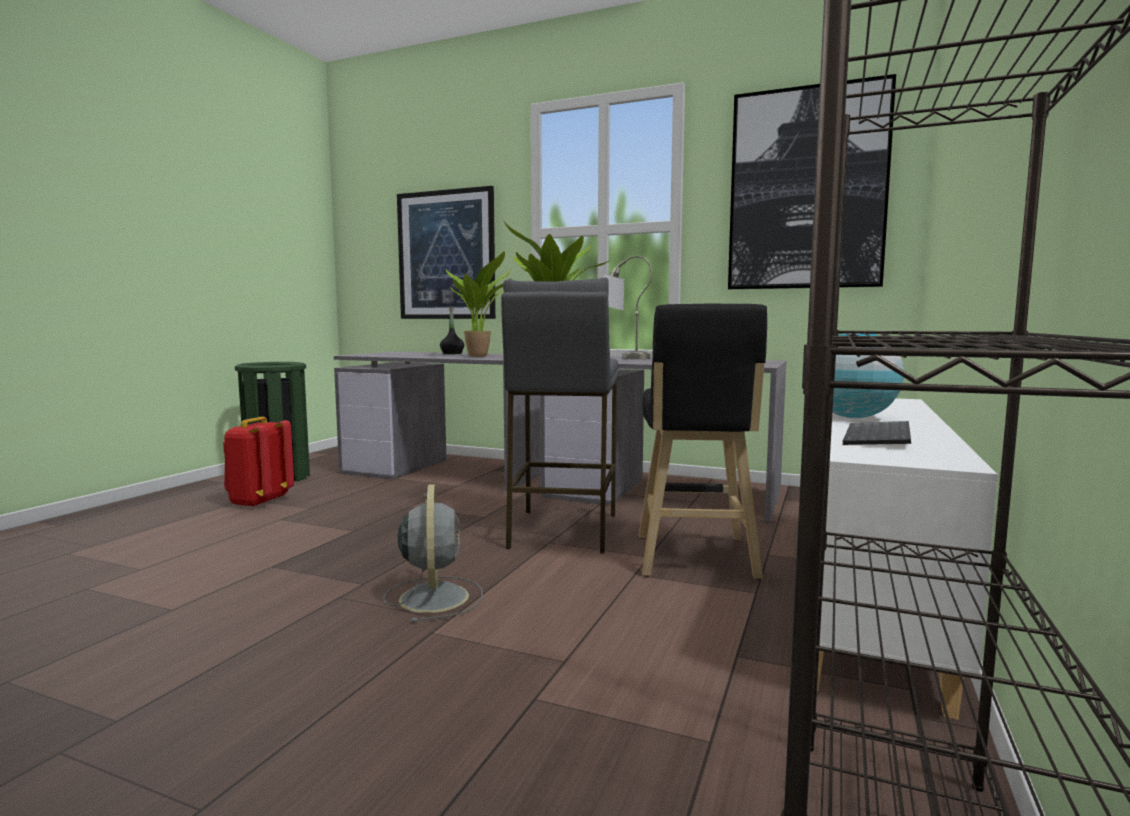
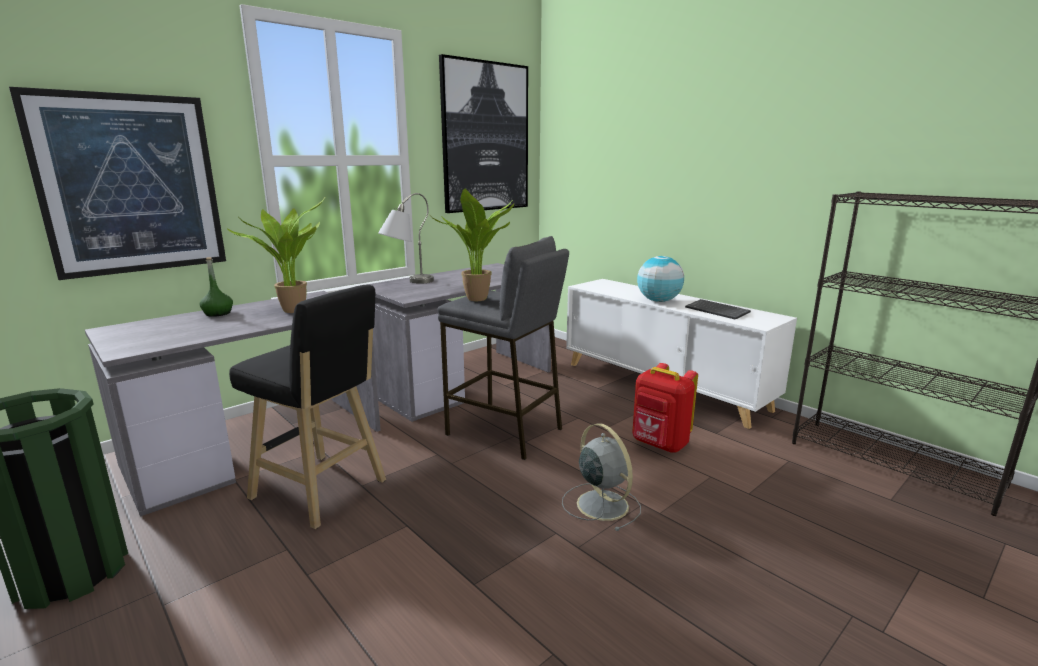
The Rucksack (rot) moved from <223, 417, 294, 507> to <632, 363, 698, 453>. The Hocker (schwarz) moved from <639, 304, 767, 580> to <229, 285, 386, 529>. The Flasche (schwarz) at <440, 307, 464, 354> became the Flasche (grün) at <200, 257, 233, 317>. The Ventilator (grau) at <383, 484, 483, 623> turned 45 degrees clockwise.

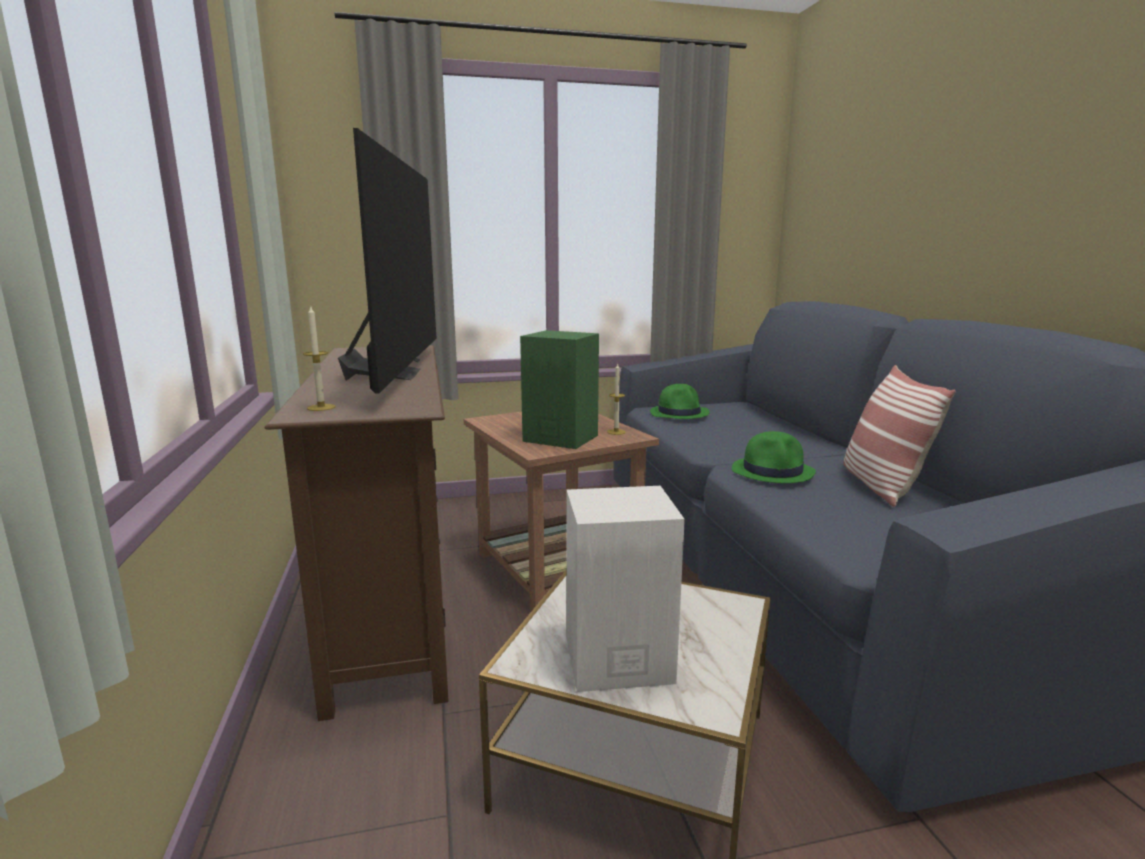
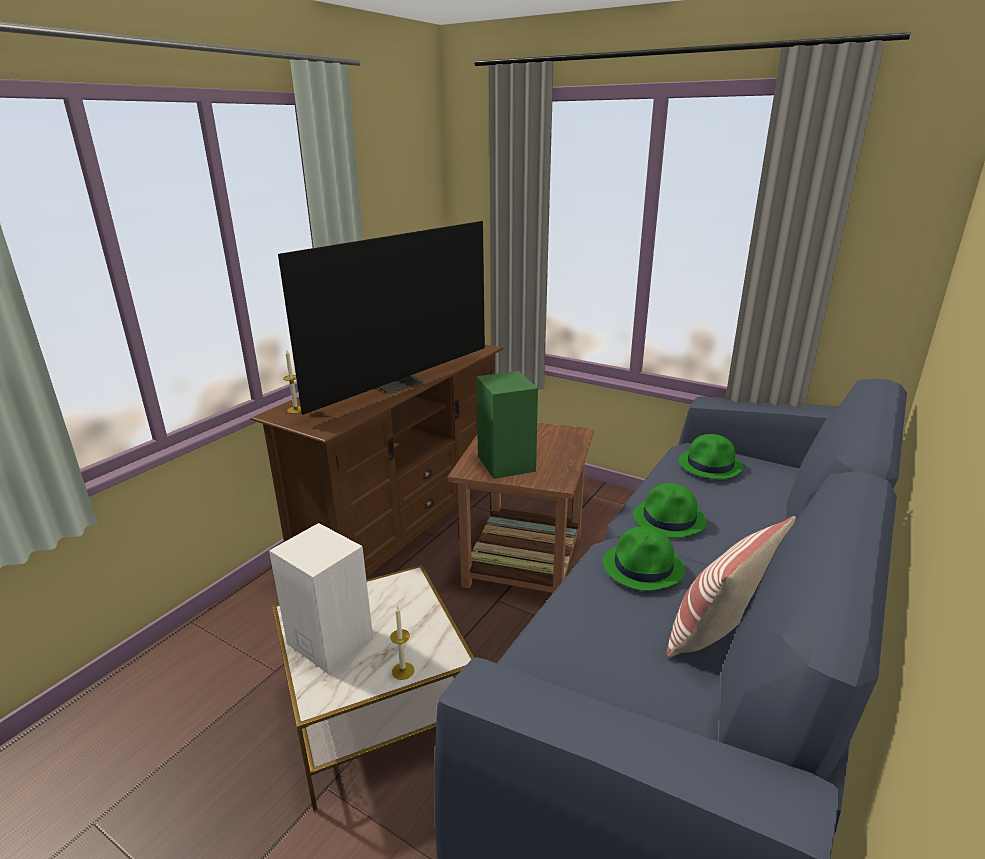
The Hut (grün) at <633, 483, 707, 538> appeared. The Kerze moved from <607, 364, 626, 435> to <390, 606, 414, 680>.

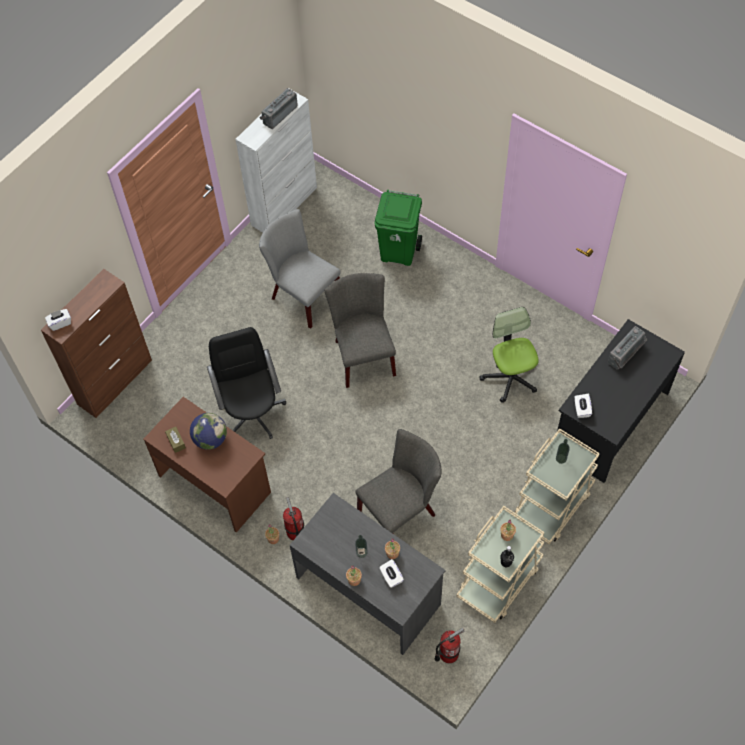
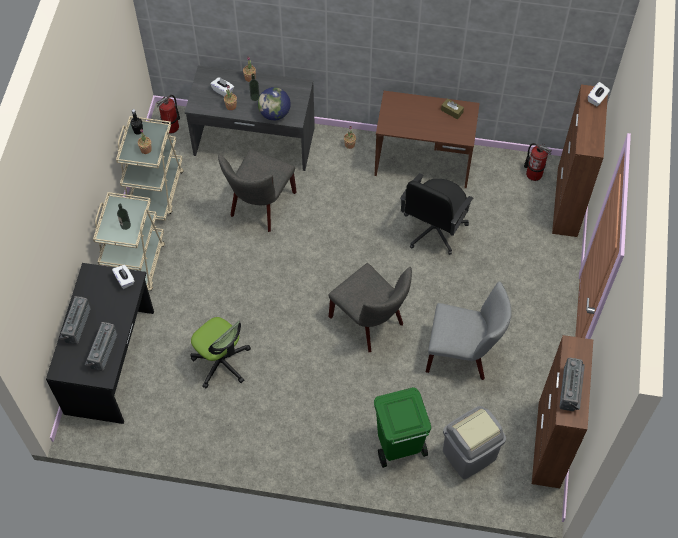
The Radio at <59, 296, 91, 345> appeared. The Mülleimer (grau) at <443, 406, 506, 479> appeared. The Globus moved from <190, 413, 227, 450> to <258, 87, 291, 120>. The Feuerlöscher moved from <283, 497, 304, 540> to <524, 143, 552, 181>. The Schrank (weiß) at <235, 89, 317, 233> became the Schrank (braun) at <532, 335, 593, 488>. The Bürostuhl (schwarz) at <207, 327, 286, 439> turned 75 degrees clockwise.

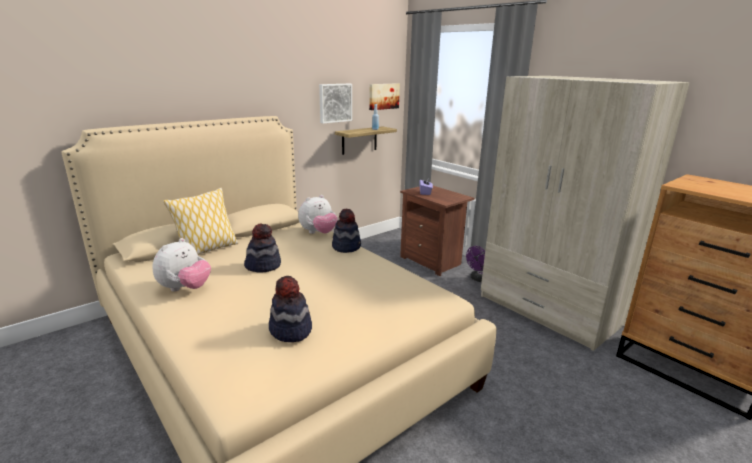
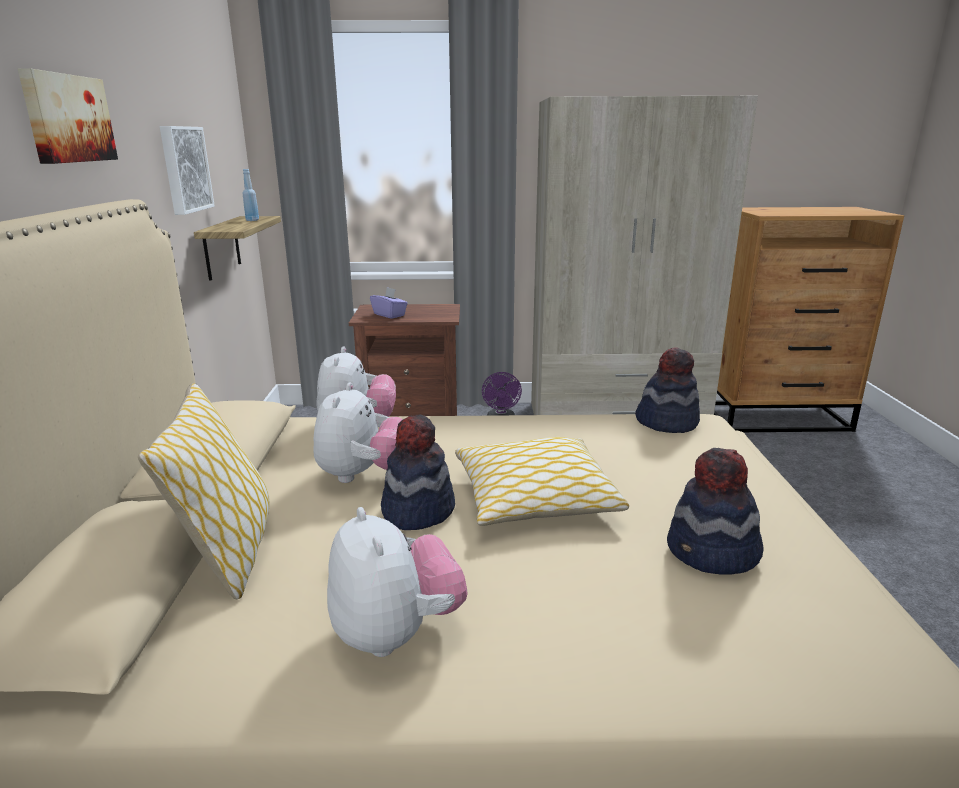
The Plüschtier at <313, 382, 403, 483> appeared. The Kissen at <455, 437, 629, 526> appeared. The Hut moved from <332, 209, 361, 253> to <635, 347, 700, 433>. The Bild moved from <369, 83, 400, 110> to <18, 68, 118, 164>.

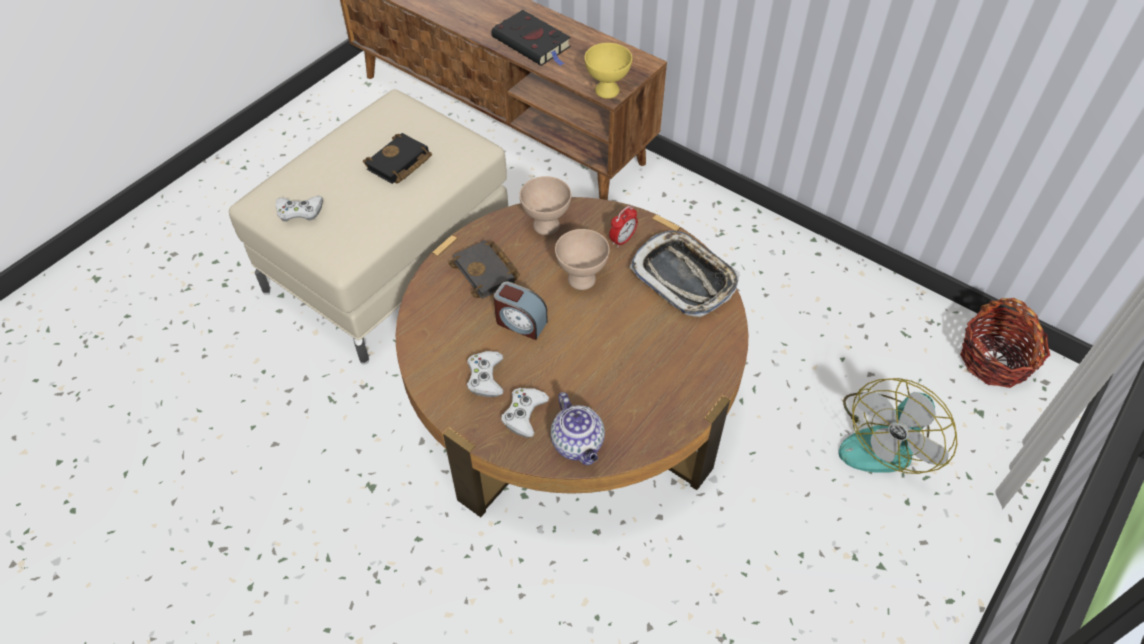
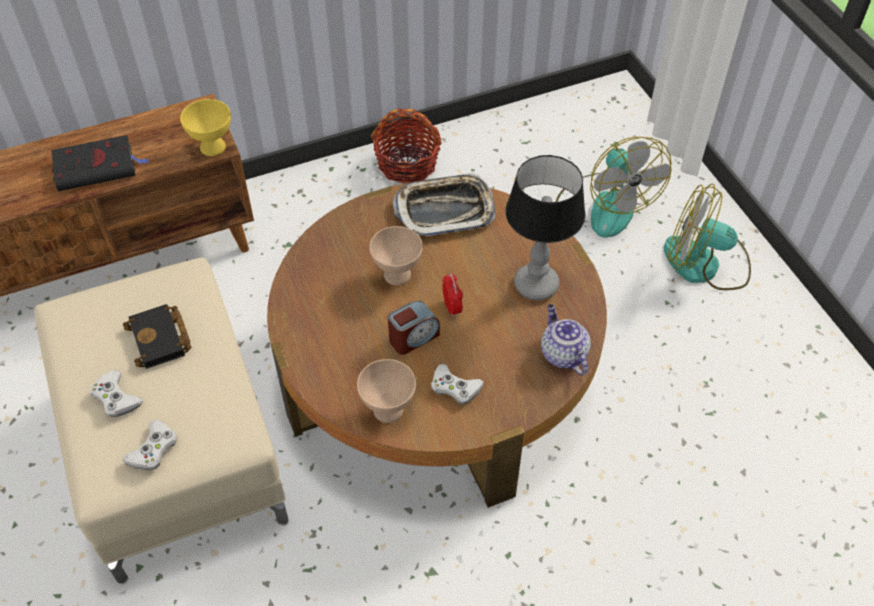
The Buch (schwarz) at <449, 240, 520, 299> disappeared. The Tischlampe at <505, 155, 585, 301> appeared. The Ventilator at <664, 183, 751, 290> appeared. The Gamepad (weiß) moved from <501, 388, 549, 438> to <90, 370, 143, 417>. The Schüssel (beige) moved from <519, 176, 571, 235> to <357, 359, 416, 423>. The Wecker moved from <609, 206, 638, 248> to <442, 273, 463, 318>. The Korb moved from <960, 298, 1050, 388> to <371, 109, 442, 184>. The Teekanne at <550, 392, 605, 465> turned 120 degrees counterclockwise.

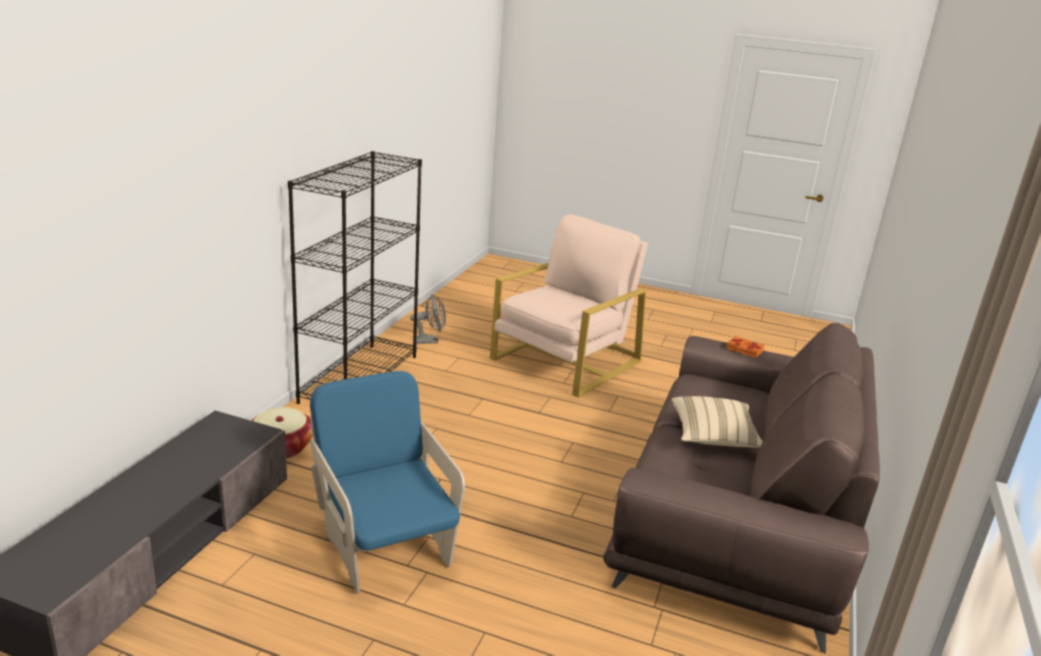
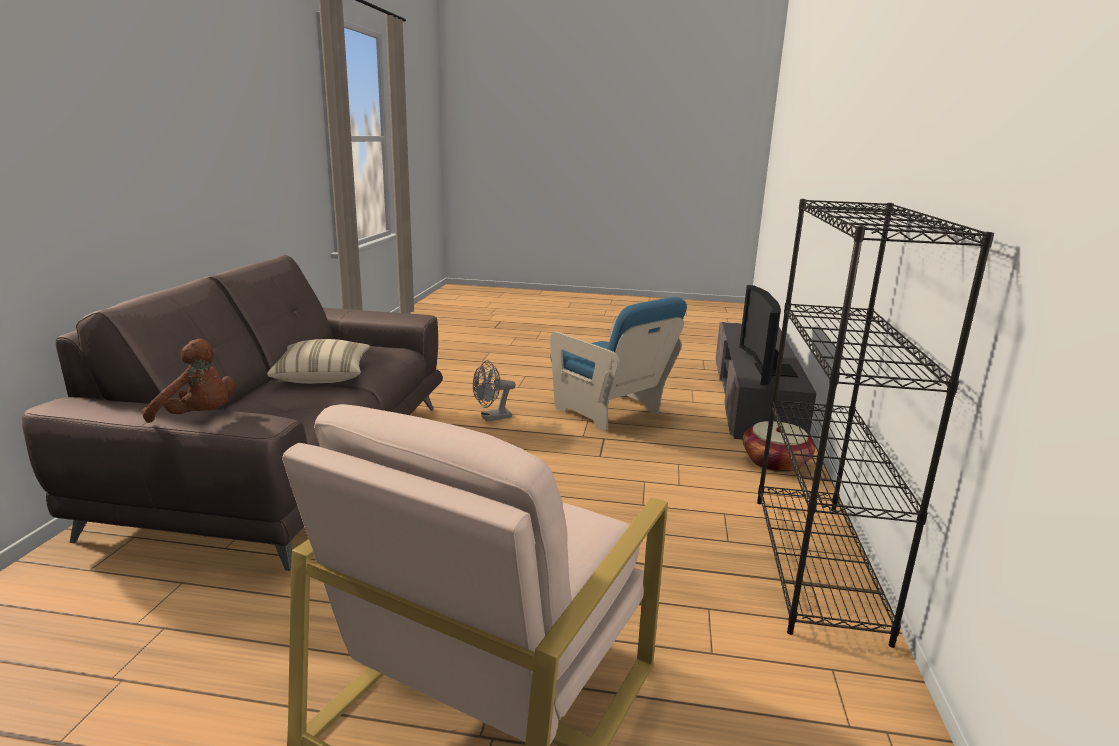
The Fernseher at <739, 285, 798, 386> appeared. The Ventilator (grau) moved from <410, 294, 446, 344> to <473, 360, 516, 421>. The Buch (orange) at <726, 336, 764, 358> was replaced by the Plüschtier (braun) at <142, 339, 235, 423>.

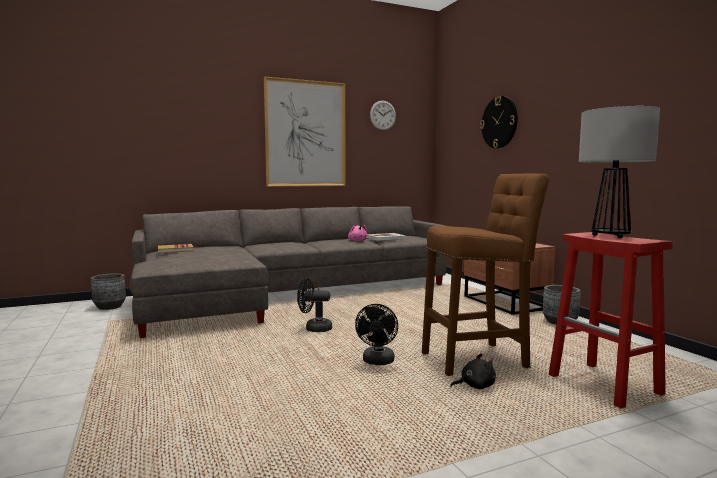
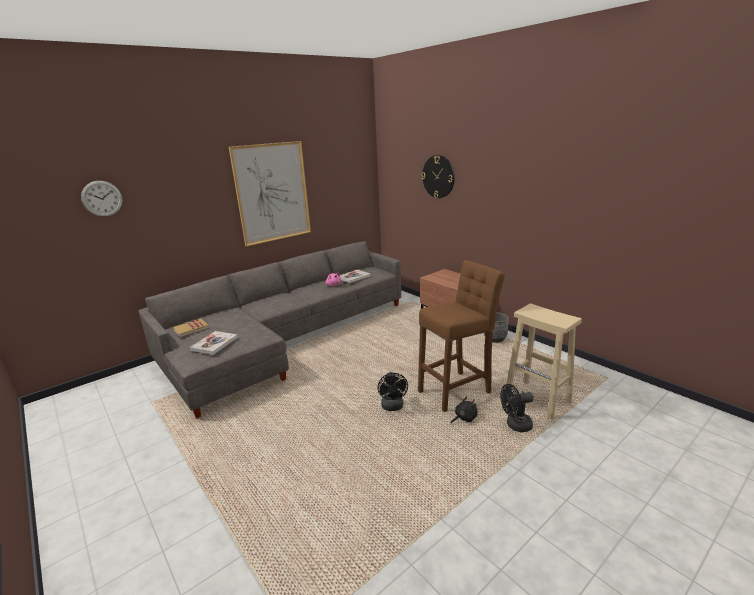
The Pflanzkübel (grau) at <91, 273, 126, 310> disappeared. The Tischlampe at <579, 106, 660, 238> disappeared. The Buch at <190, 331, 238, 355> appeared. The Ventilator (schwarz) moved from <297, 278, 332, 332> to <500, 384, 534, 432>. The Wanduhr moved from <370, 101, 396, 130> to <81, 181, 122, 217>. The Hocker (rot) at <549, 232, 673, 408> became the Hocker (beige) at <506, 304, 582, 420>.

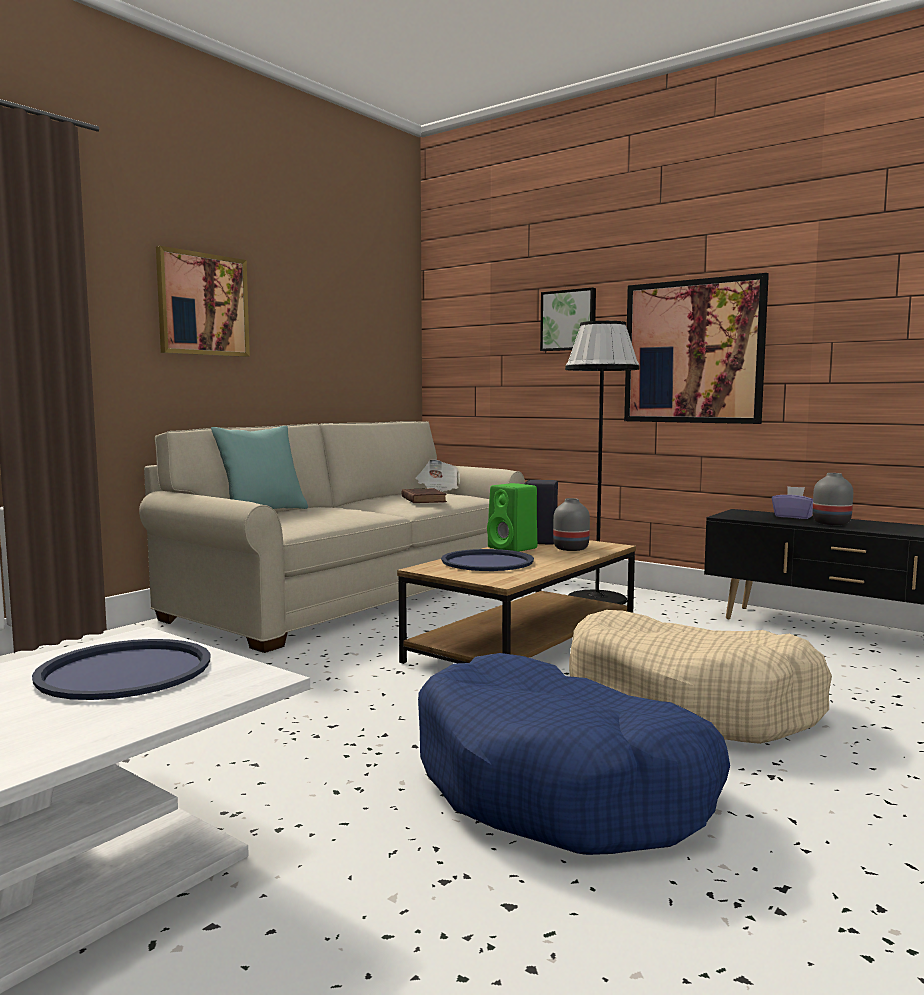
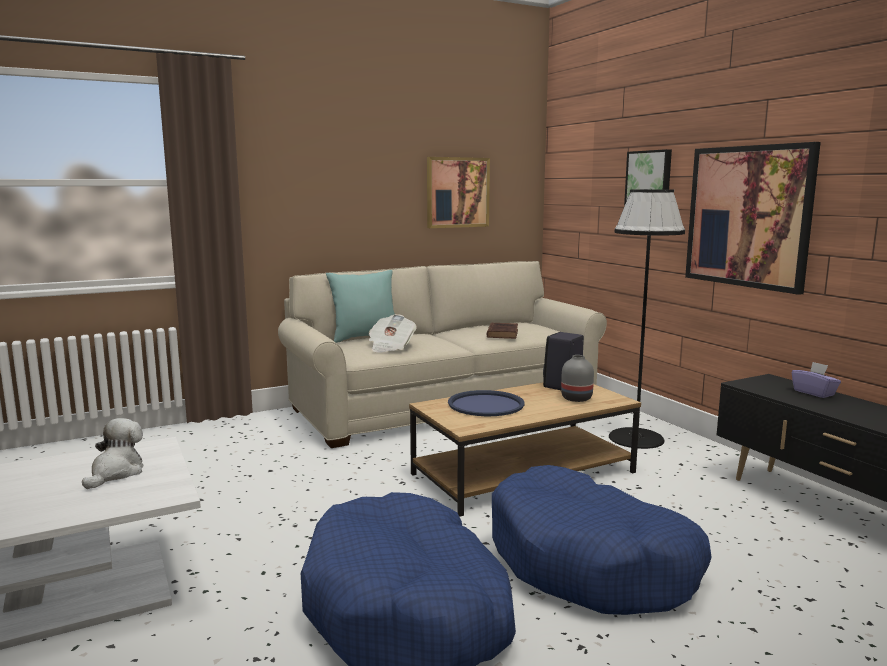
The Lautsprecher (grün) at <487, 483, 537, 552> disappeared. The Vase (grau) at <813, 473, 853, 525> disappeared. The Bild moved from <156, 246, 250, 357> to <427, 157, 490, 228>. The Zeitung moved from <415, 459, 460, 492> to <368, 314, 416, 353>. The Tablett (blau) at <32, 639, 210, 700> was replaced by the Plüschtier at <82, 418, 143, 489>. The Hundebett (beige) at <569, 610, 832, 744> became the Hundebett (blau) at <492, 465, 712, 615>.

